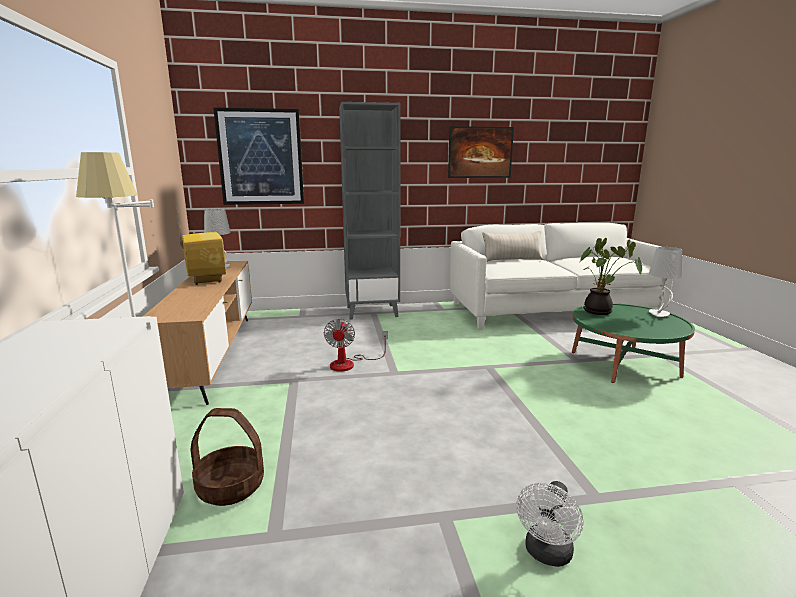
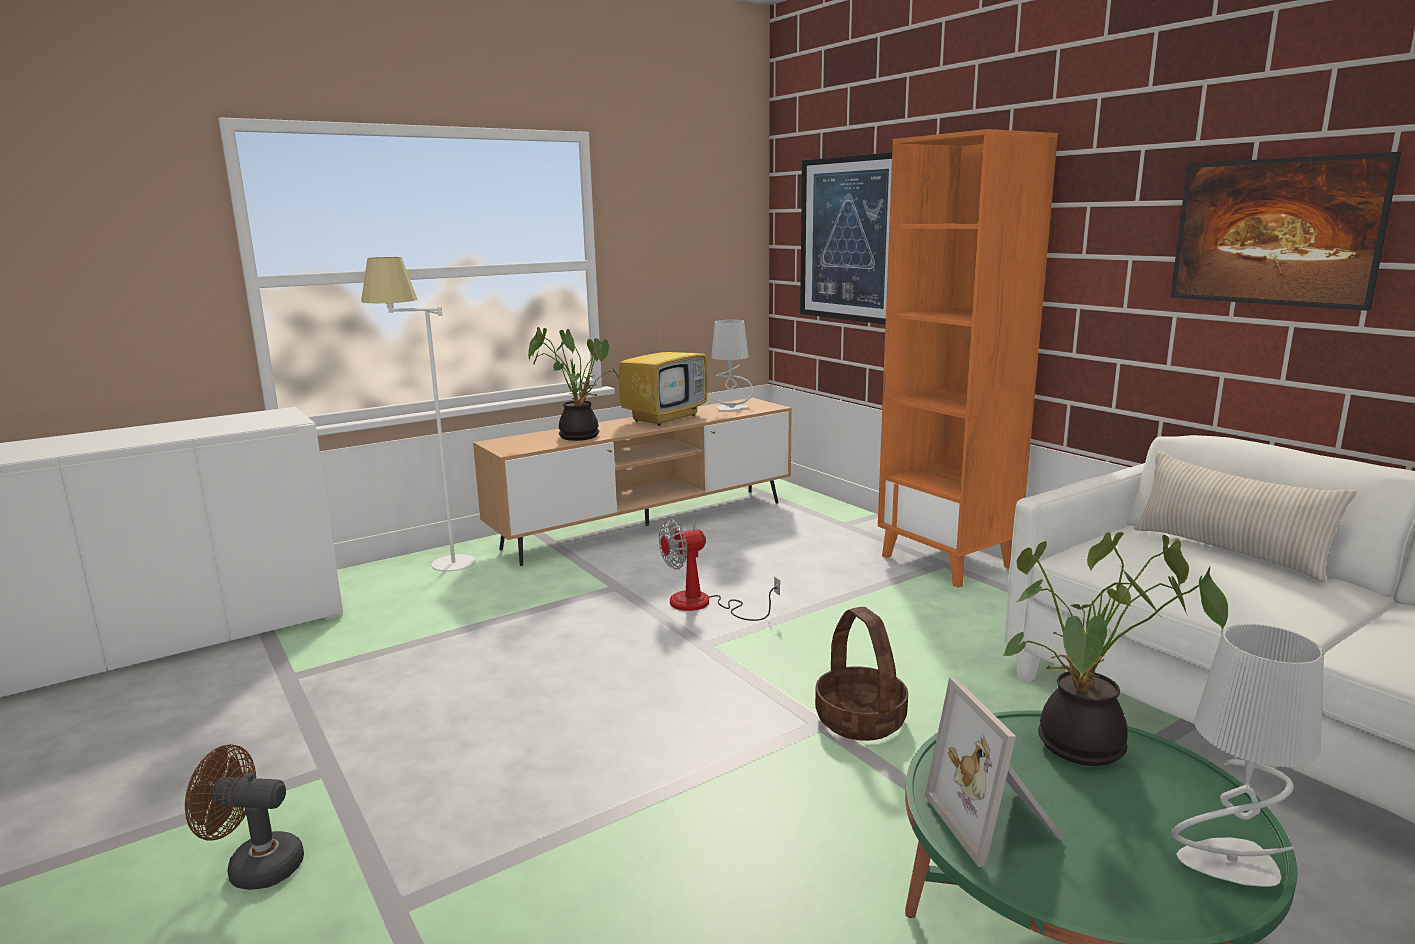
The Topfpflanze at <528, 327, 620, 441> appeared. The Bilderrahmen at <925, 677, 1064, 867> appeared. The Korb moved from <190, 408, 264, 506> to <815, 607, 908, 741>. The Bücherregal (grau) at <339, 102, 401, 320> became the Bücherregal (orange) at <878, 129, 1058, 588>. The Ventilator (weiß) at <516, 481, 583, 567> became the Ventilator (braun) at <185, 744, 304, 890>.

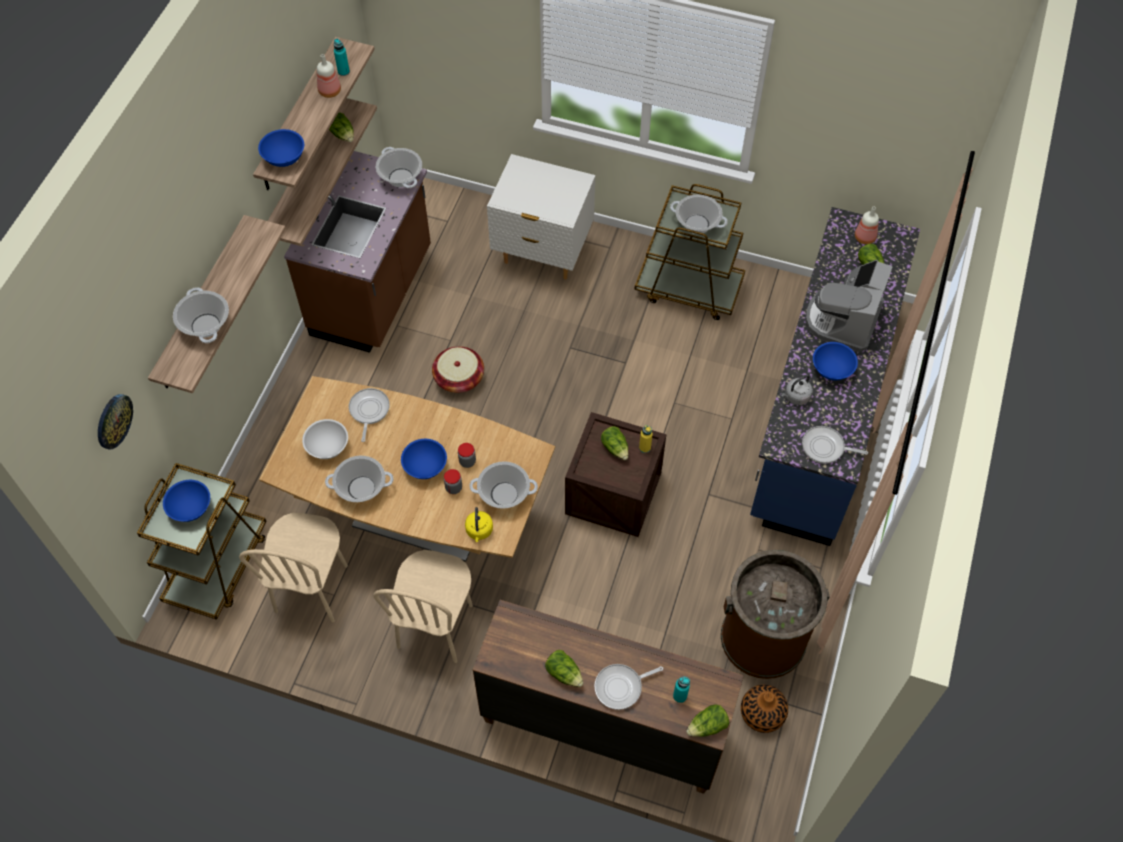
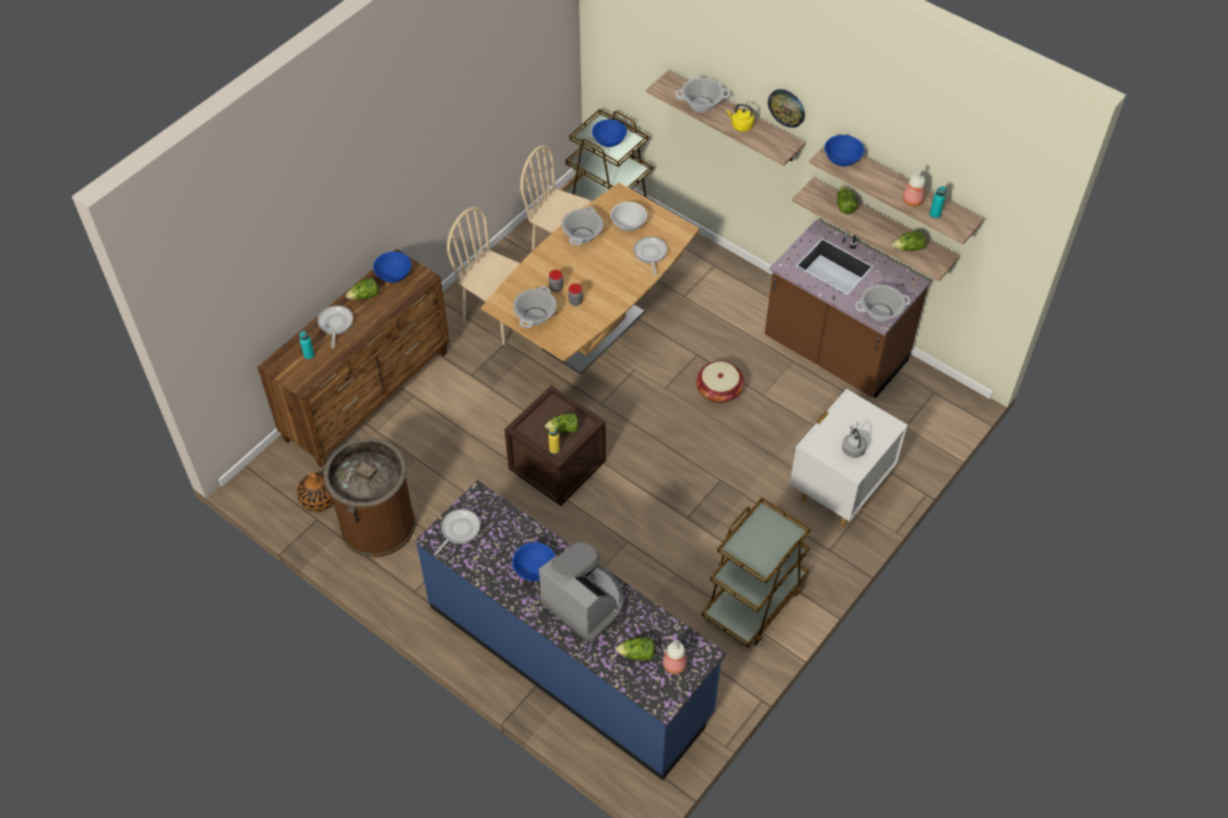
The Kochtopf at <670, 194, 728, 234> disappeared. The Wanduhr moved from <98, 394, 133, 449> to <768, 89, 805, 128>. The Schüssel (blau) moved from <401, 439, 447, 479> to <373, 252, 411, 283>. The Wasserkessel (gelb) moved from <465, 507, 493, 542> to <727, 104, 754, 132>. The Salatkopf moved from <686, 704, 730, 737> to <837, 186, 858, 214>. The Wasserkessel (grau) moved from <781, 375, 813, 405> to <842, 425, 867, 458>. The Pfanne at <349, 388, 390, 442> turned 120 degrees counterclockwise.

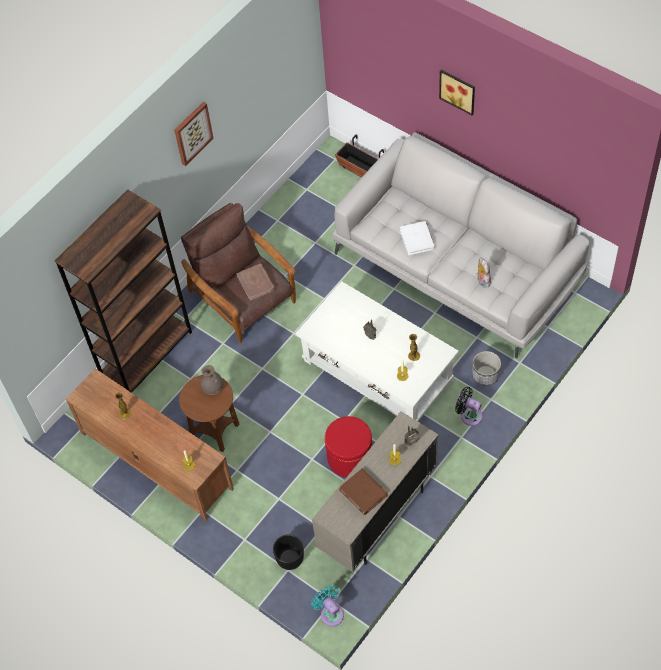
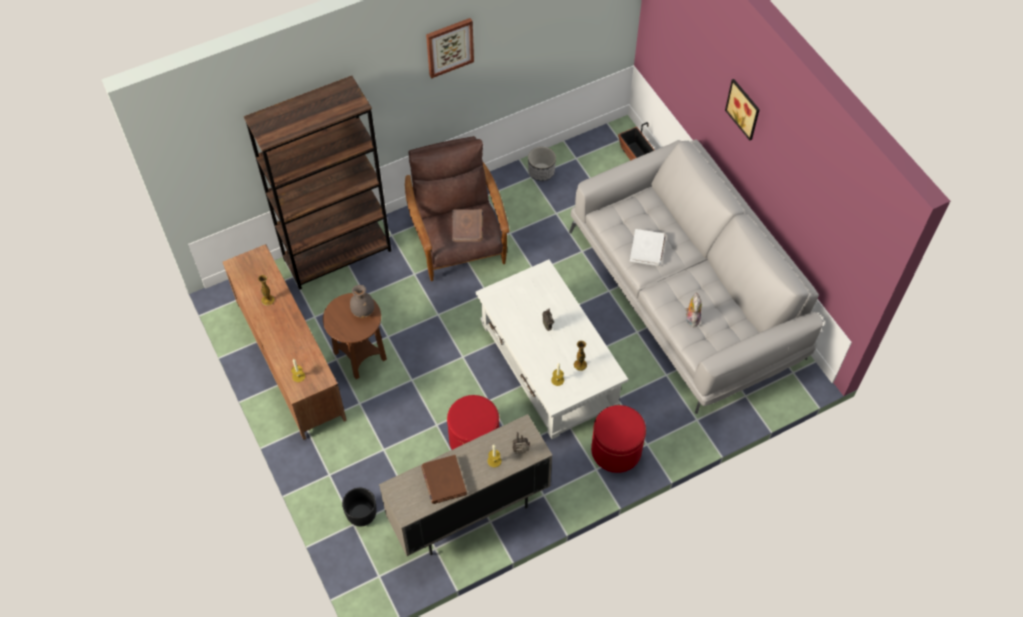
The Ventilator (türkis) at <311, 585, 344, 626> disappeared. The Pflanzkübel moved from <472, 351, 501, 386> to <528, 147, 556, 181>. The Ventilator (schwarz) at <455, 387, 483, 426> was replaced by the Polsterhocker (rot) at <591, 405, 646, 473>.

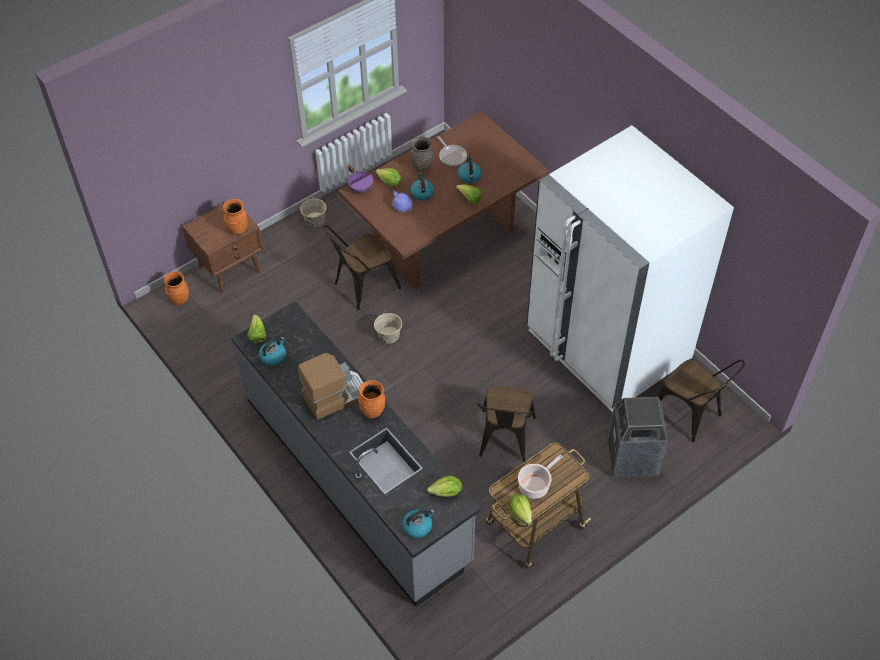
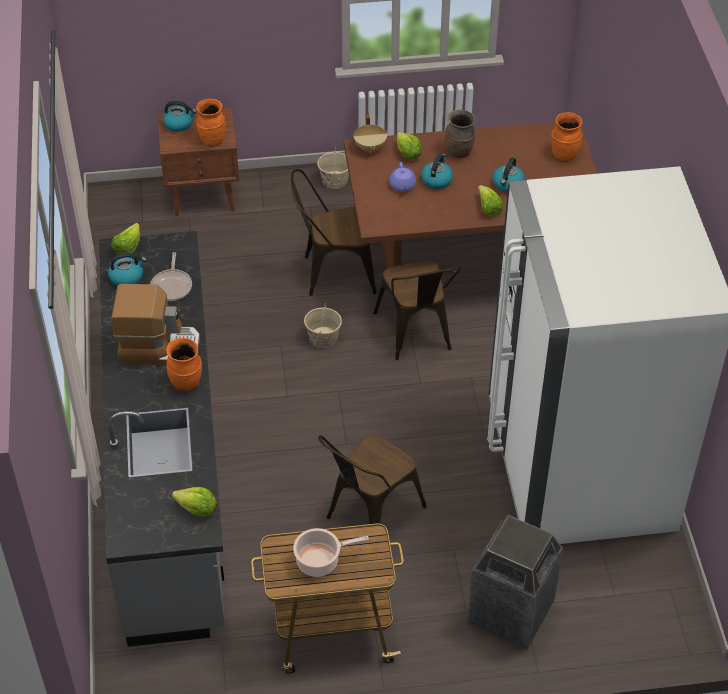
The Salatkopf at <509, 494, 532, 525> disappeared. The Vase (orange) moved from <164, 271, 189, 306> to <551, 112, 582, 162>. The Wasserkessel moved from <402, 509, 435, 538> to <163, 101, 197, 132>. The Pfanne moved from <437, 136, 467, 166> to <150, 252, 192, 301>. The Stuhl (braun) moved from <657, 359, 745, 442> to <373, 261, 462, 360>. The Kochtopf (lila) at <348, 165, 373, 193> became the Kochtopf (beige) at <353, 113, 387, 153>.

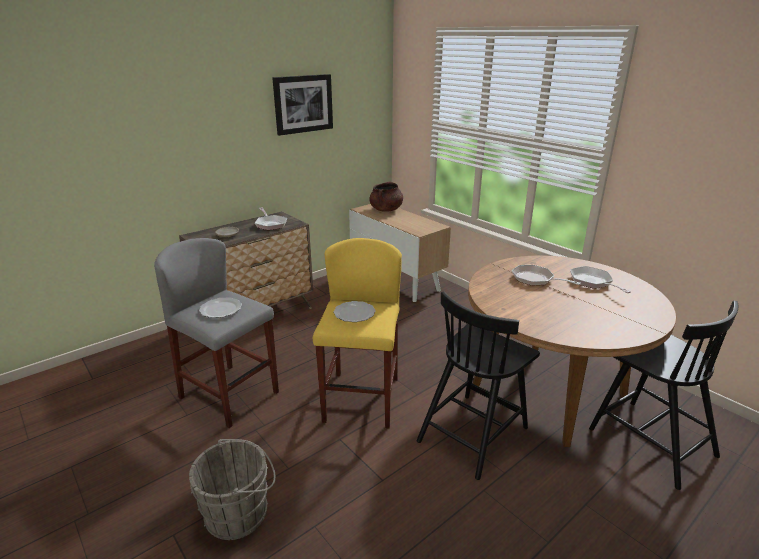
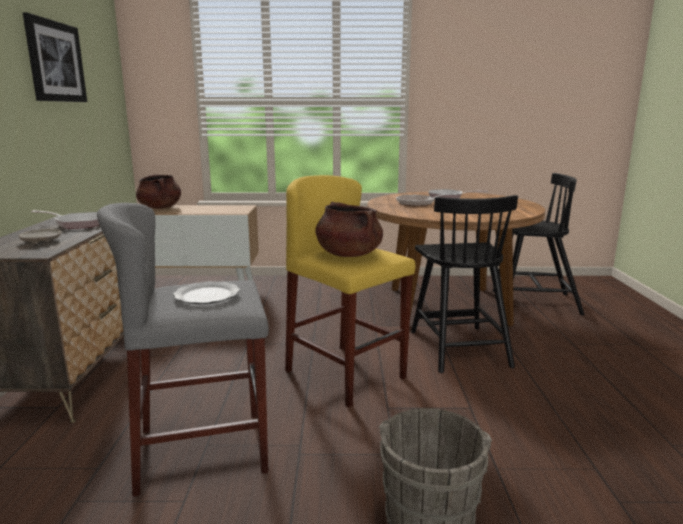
The Teller at <334, 301, 376, 322> was replaced by the Kochtopf (braun) at <315, 202, 383, 257>.

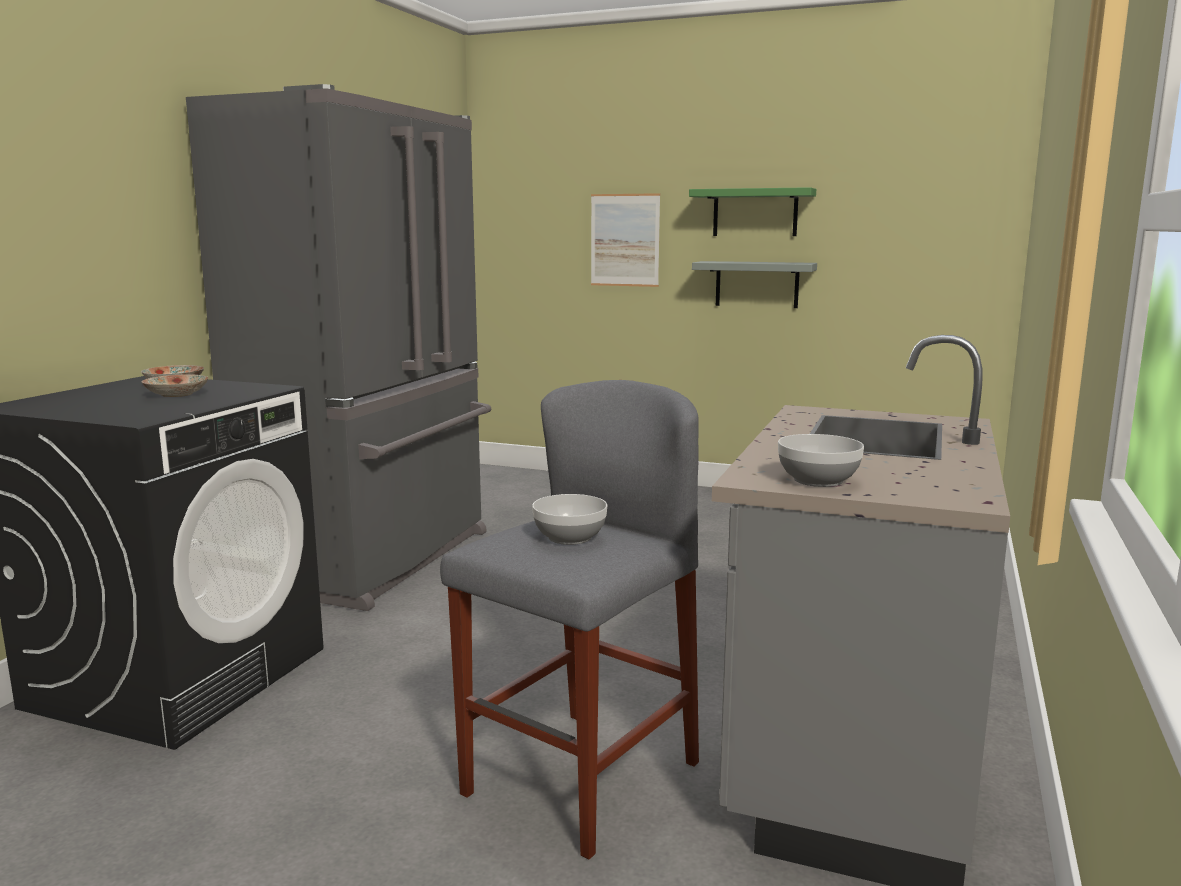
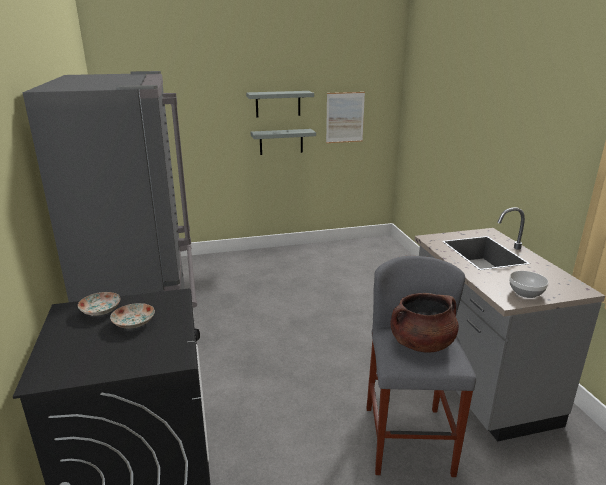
The Bild moved from <591, 193, 660, 287> to <326, 92, 365, 143>. The Schüssel at <532, 494, 607, 545> was replaced by the Kochtopf (braun) at <391, 293, 459, 353>. The Wandregal (grün) at <689, 187, 816, 236> became the Wandregal (grau) at <246, 91, 314, 118>.

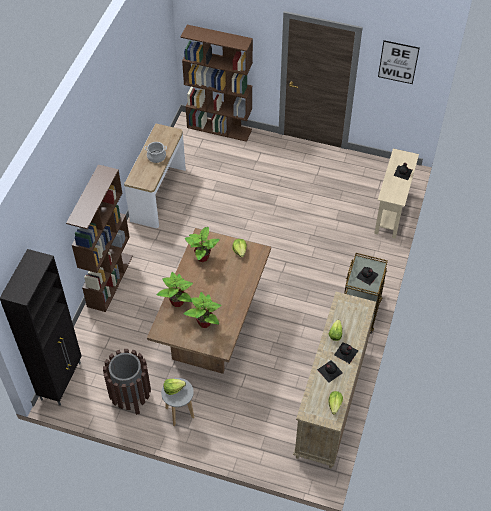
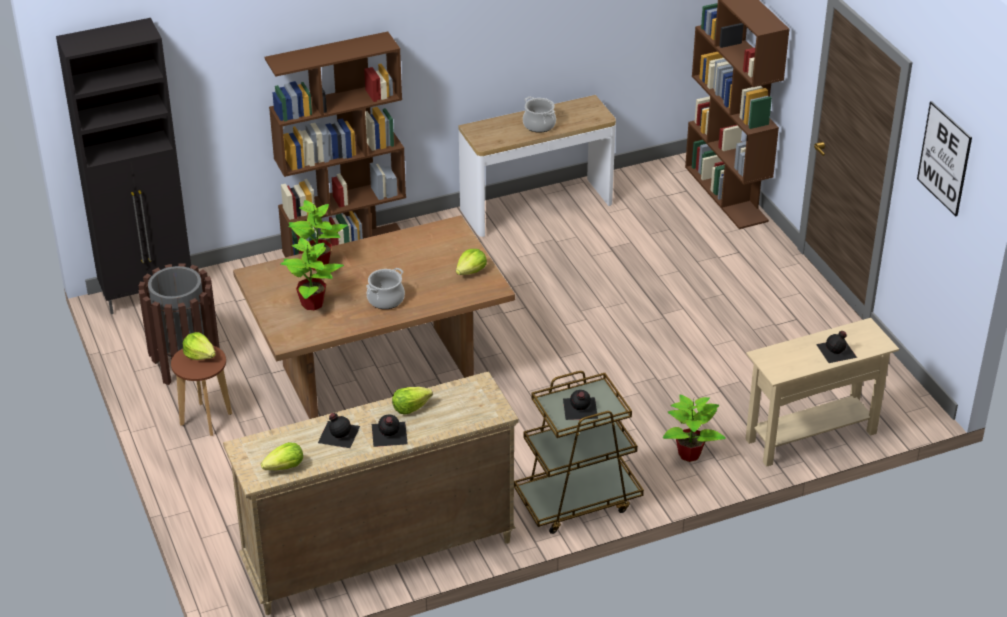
The Kochtopf at <366, 268, 405, 309> appeared. The Topfpflanze moved from <185, 227, 220, 262> to <663, 395, 726, 462>. The Hocker (grau) at <161, 378, 194, 426> became the Hocker (braun) at <171, 346, 232, 436>.

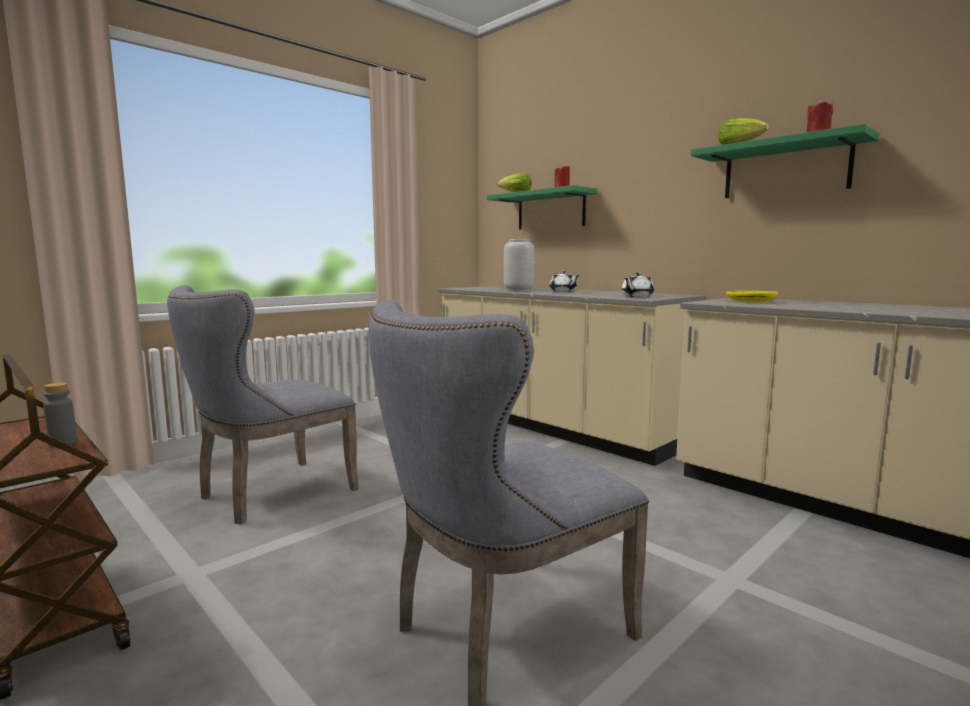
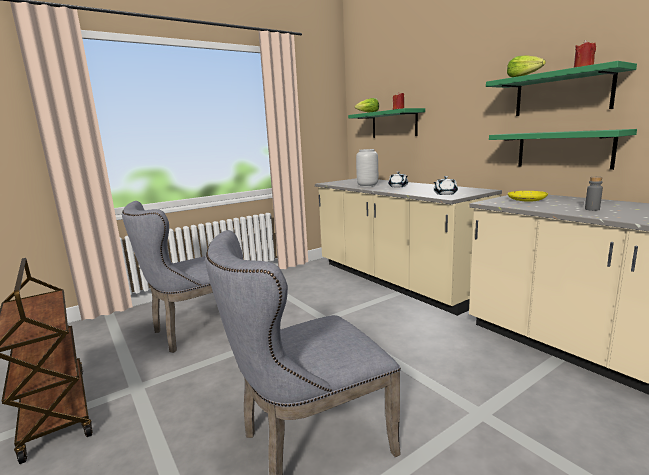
The Wandregal (grün) at <489, 129, 637, 170> appeared. The Flasche (grau) moved from <43, 383, 77, 446> to <585, 177, 603, 211>.

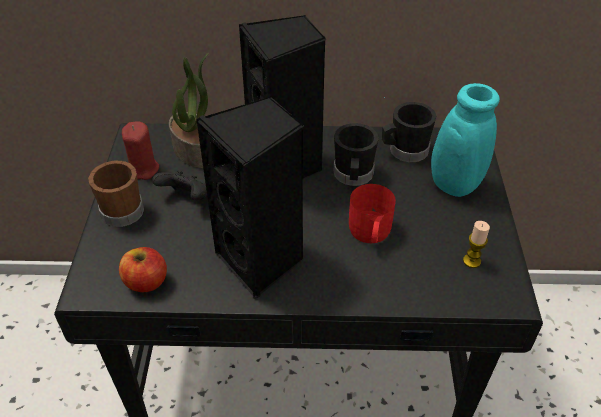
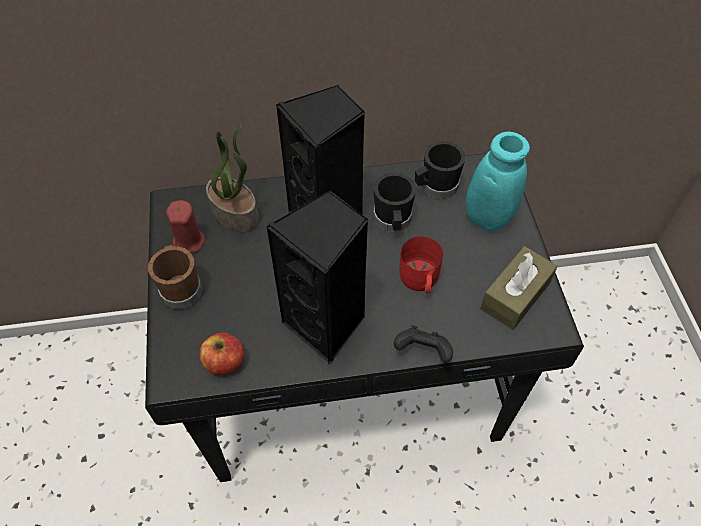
The Gamepad (schwarz) moved from <152, 171, 207, 201> to <394, 325, 453, 363>. The Kerze at <463, 221, 490, 268> was replaced by the Taschentuchbox (braun) at <480, 246, 558, 330>.

